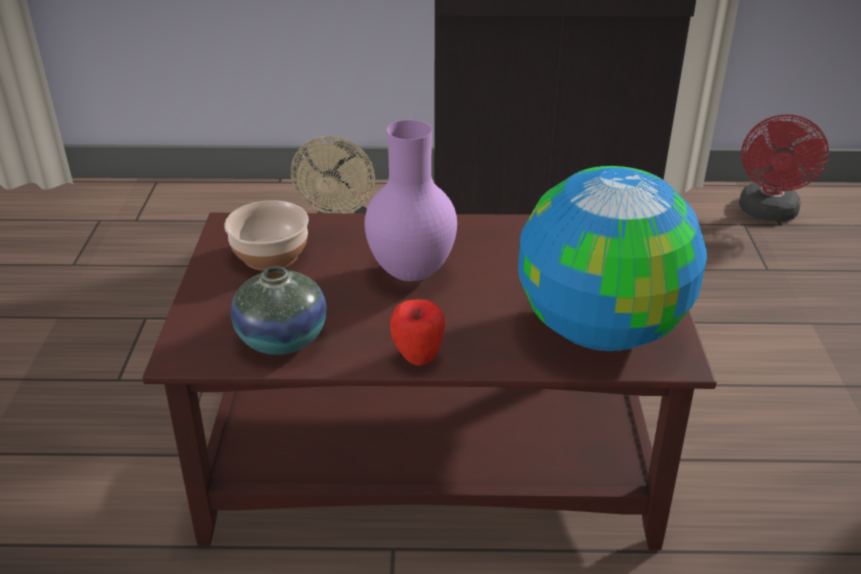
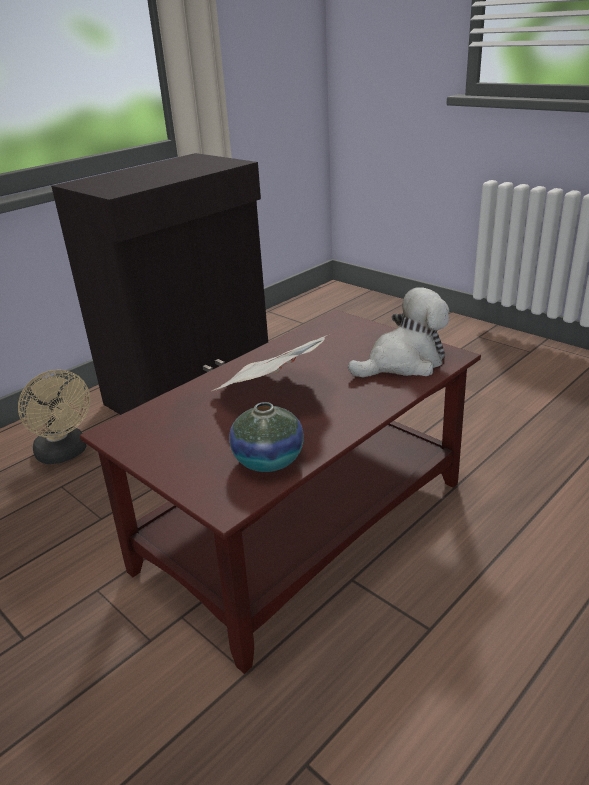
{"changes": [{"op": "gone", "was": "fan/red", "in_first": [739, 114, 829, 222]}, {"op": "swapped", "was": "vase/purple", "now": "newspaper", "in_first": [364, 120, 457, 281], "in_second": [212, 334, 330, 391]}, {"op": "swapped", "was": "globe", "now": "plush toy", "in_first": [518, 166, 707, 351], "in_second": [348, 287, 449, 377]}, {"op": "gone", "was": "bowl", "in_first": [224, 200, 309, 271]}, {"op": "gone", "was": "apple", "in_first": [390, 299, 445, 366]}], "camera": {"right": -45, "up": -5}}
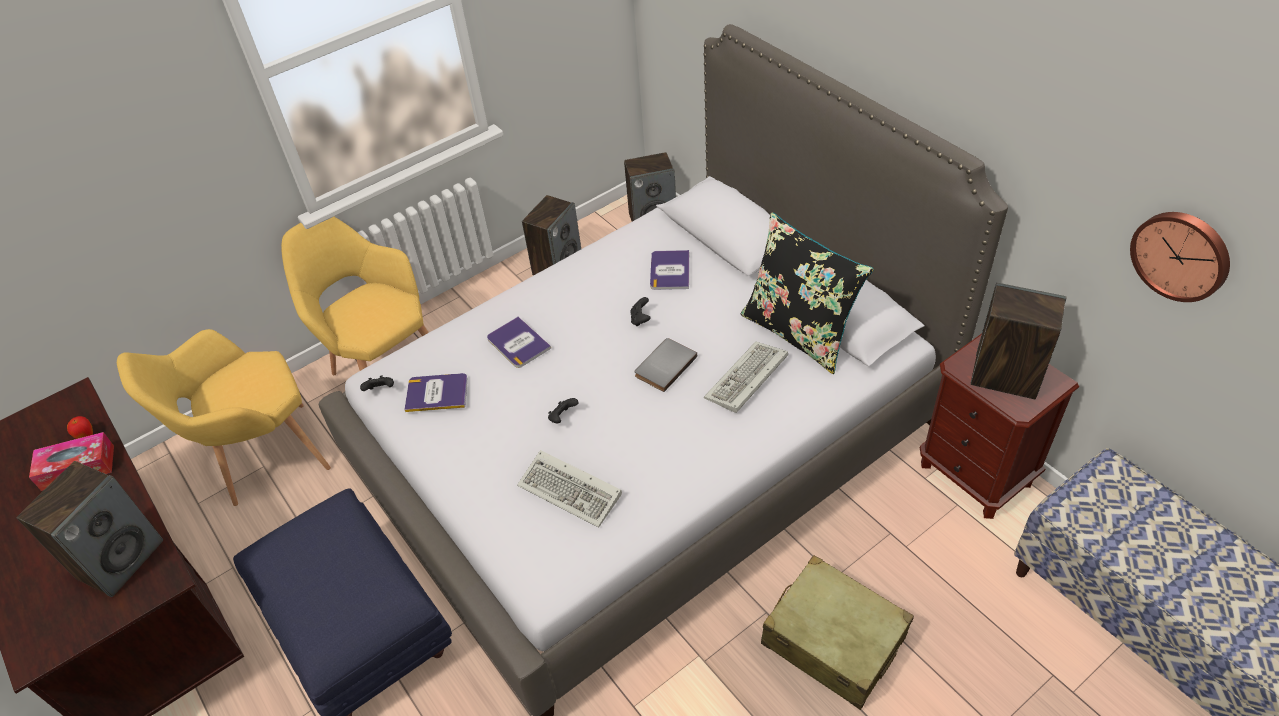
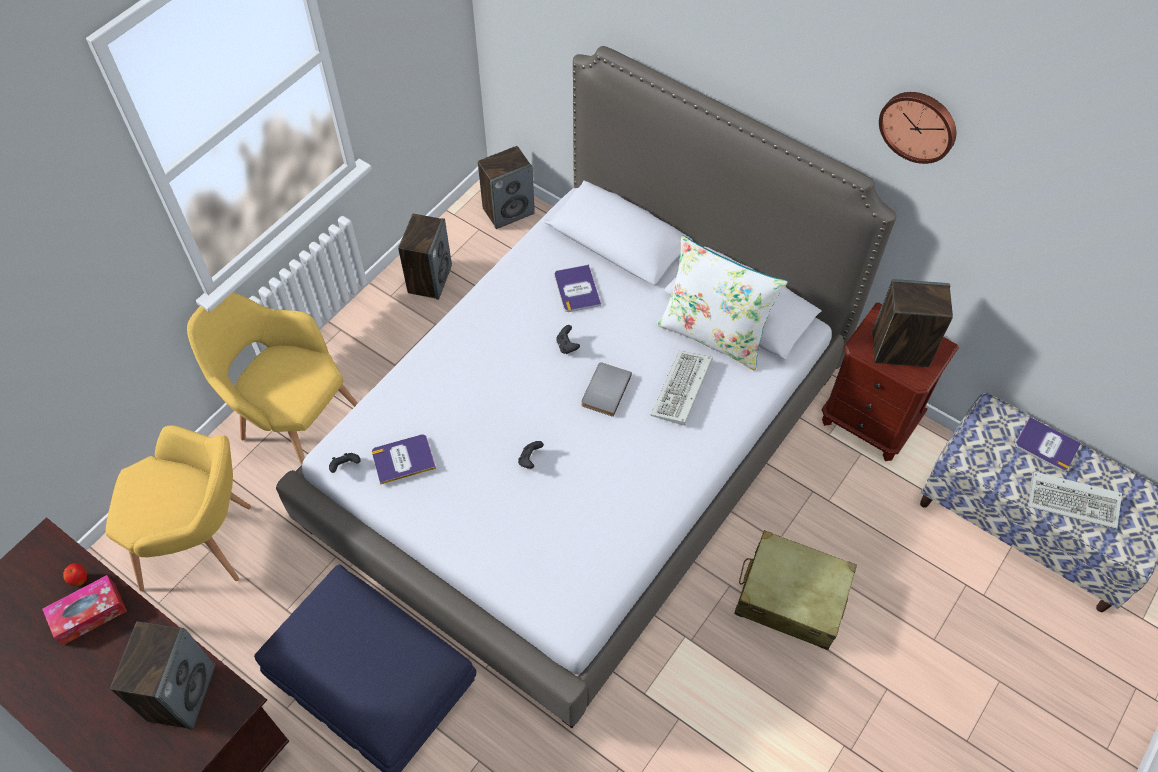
{"changes": [{"op": "repainted", "was": "pillow/black", "now": "pillow/white", "in_first": [741, 212, 874, 374], "in_second": [656, 236, 788, 371]}, {"op": "shifted", "was": "wall clock", "in_first": [1130, 212, 1230, 302], "in_second": [879, 92, 956, 164]}, {"op": "shifted", "was": "book", "in_first": [487, 317, 551, 368], "in_second": [1015, 417, 1081, 472]}, {"op": "rotated", "was": "armchair/yellow", "in_first": [117, 329, 331, 506], "in_second": [106, 425, 251, 591], "clockwise": -135}, {"op": "shifted", "was": "keyboard", "in_first": [517, 450, 622, 528], "in_second": [1028, 472, 1122, 529]}], "camera": {"right": -20, "up": 10}}
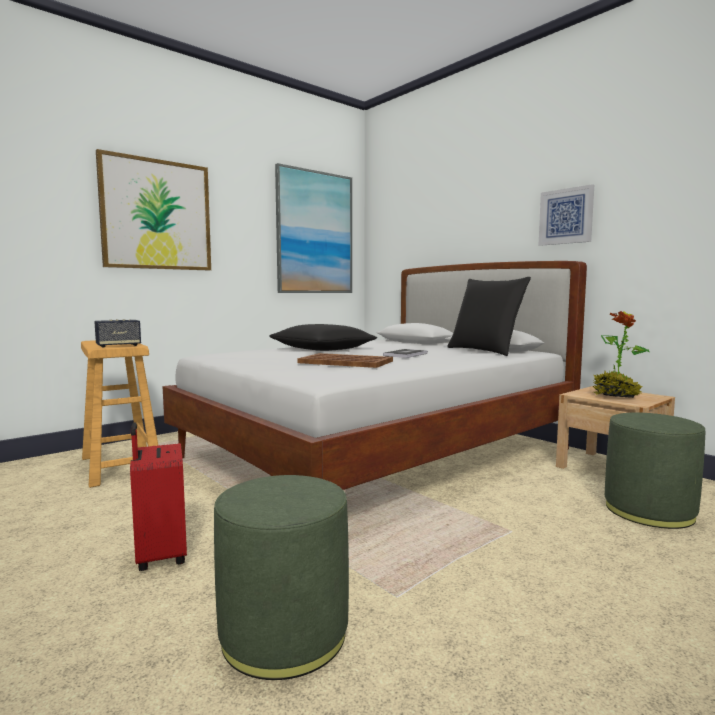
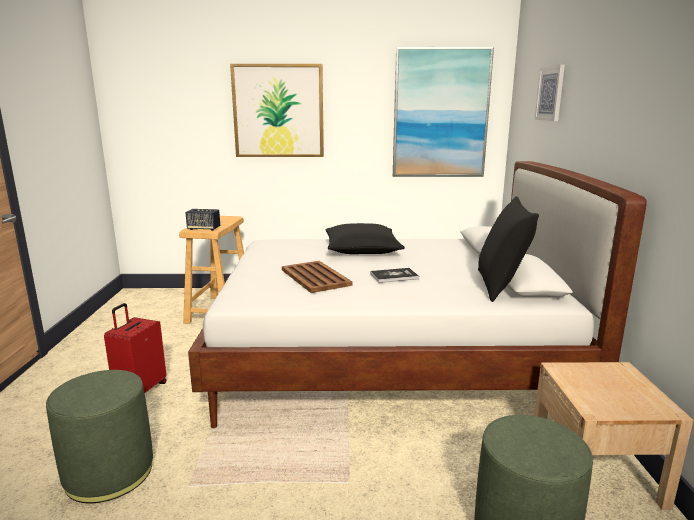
{"changes": [{"op": "shifted", "was": "picture", "in_first": [539, 184, 594, 246], "in_second": [535, 64, 565, 121]}, {"op": "gone", "was": "potted plant", "in_first": [593, 311, 650, 398]}], "camera": {"right": 40, "up": 10}}
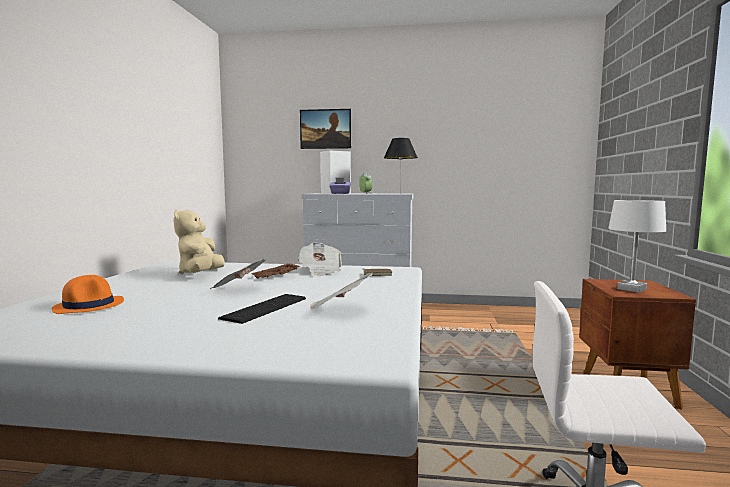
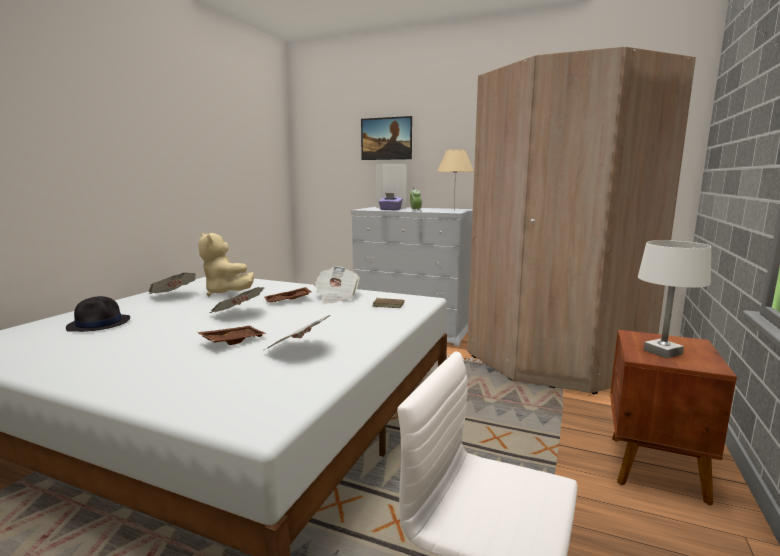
{"changes": [{"op": "repainted", "was": "table lamp/black", "now": "table lamp/beige", "in_first": [384, 138, 418, 193], "in_second": [437, 150, 474, 209]}, {"op": "rotated", "was": "plush toy/beige", "in_first": [173, 210, 225, 274], "in_second": [198, 233, 254, 296], "clockwise": -60}, {"op": "repainted", "was": "hat/orange", "now": "hat/black", "in_first": [52, 275, 124, 314], "in_second": [66, 296, 130, 332]}, {"op": "swapped", "was": "keyboard", "now": "tray/brown", "in_first": [218, 294, 306, 324], "in_second": [197, 326, 267, 345]}, {"op": "new", "now": "wardrobe/beige", "in_second": [467, 46, 696, 394]}, {"op": "new", "now": "newspaper", "in_second": [148, 272, 196, 294]}], "camera": {"right": 15, "up": 5}}
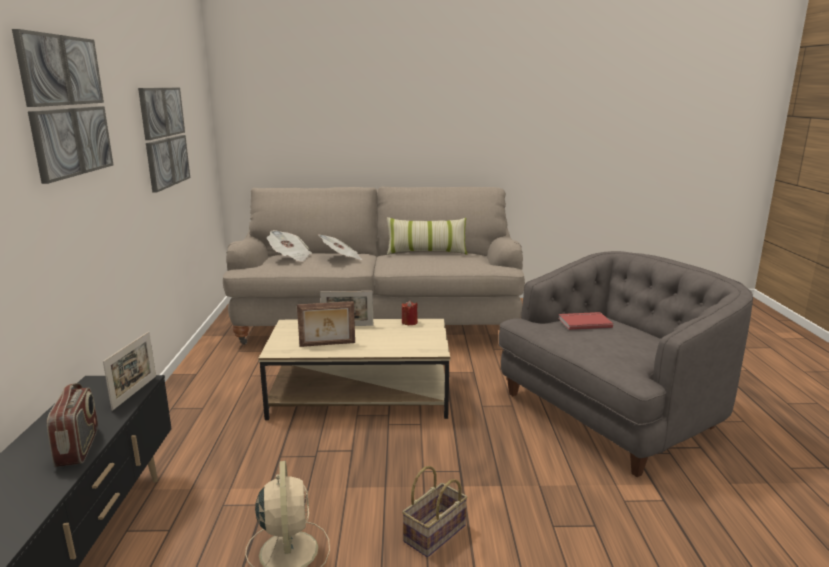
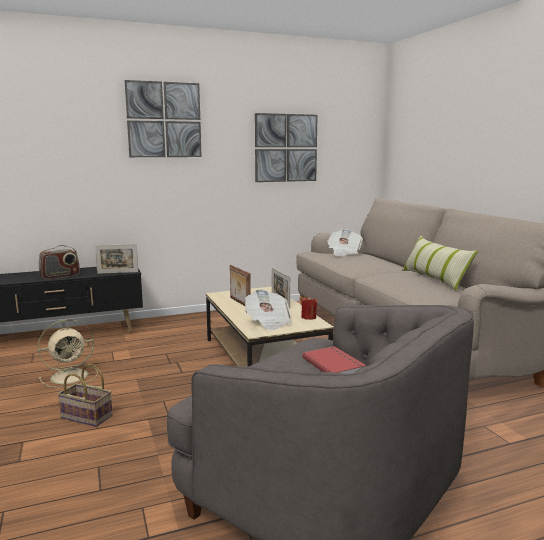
{"changes": [{"op": "shifted", "was": "newspaper", "in_first": [318, 235, 362, 260], "in_second": [245, 289, 292, 331]}], "camera": {"right": 70, "up": -5}}
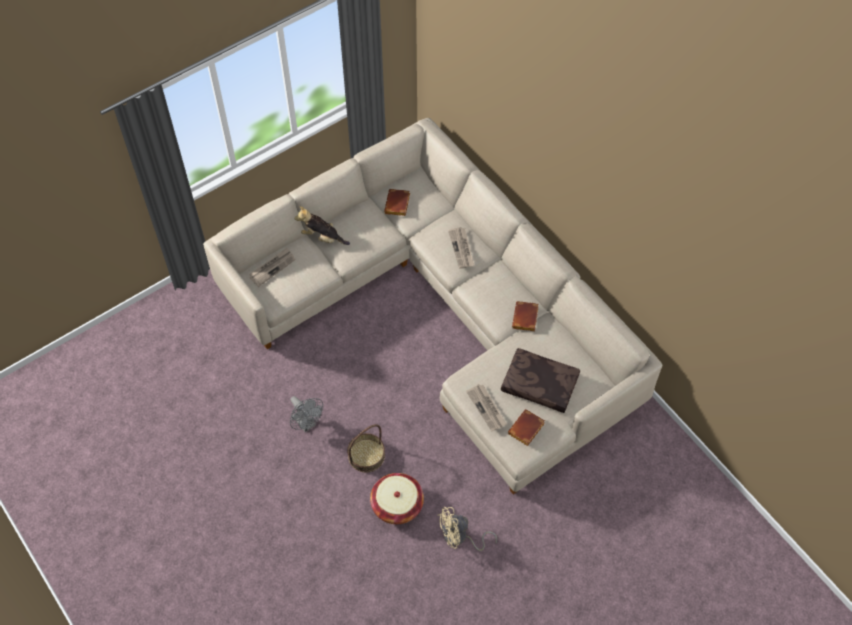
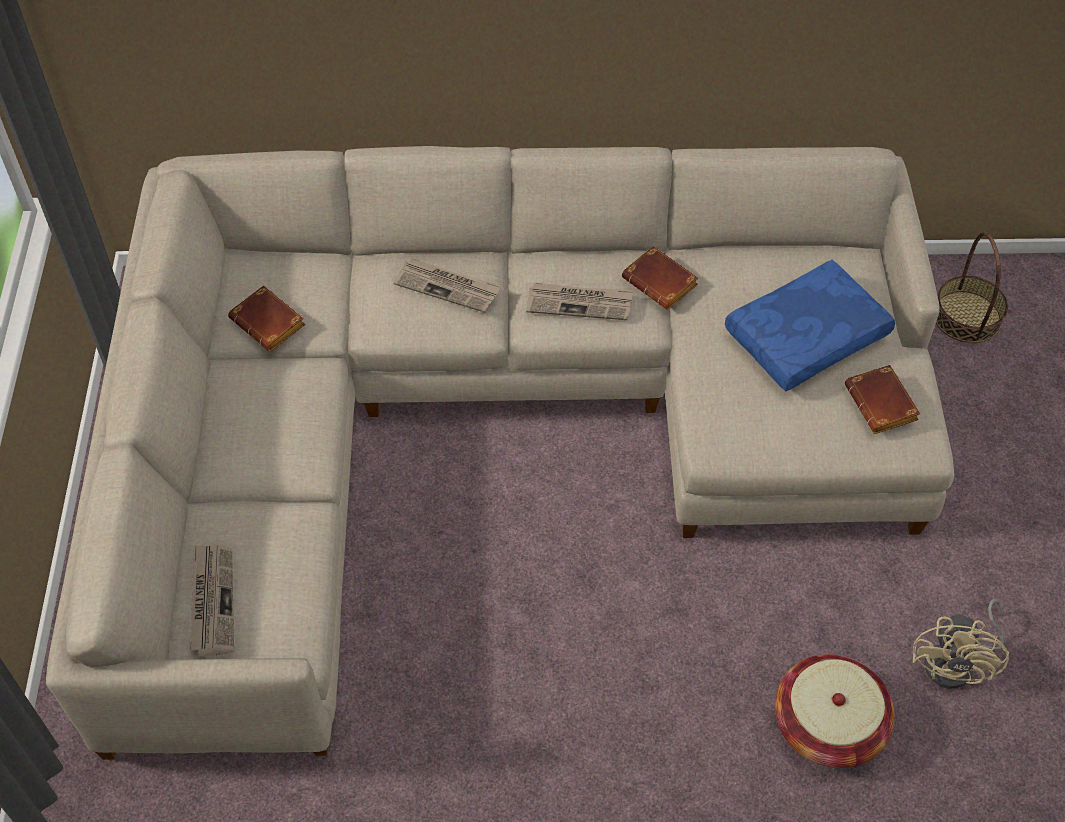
{"changes": [{"op": "gone", "was": "plush toy", "in_first": [295, 206, 350, 245]}, {"op": "repainted", "was": "pillow/brown", "now": "pillow/blue", "in_first": [501, 348, 580, 413], "in_second": [725, 260, 895, 391]}, {"op": "shifted", "was": "newspaper", "in_first": [466, 384, 507, 431], "in_second": [526, 282, 634, 320]}, {"op": "gone", "was": "fan/grey", "in_first": [290, 396, 323, 432]}, {"op": "shifted", "was": "basket", "in_first": [347, 424, 385, 473], "in_second": [936, 232, 1008, 343]}], "camera": {"right": -55, "up": -5}}
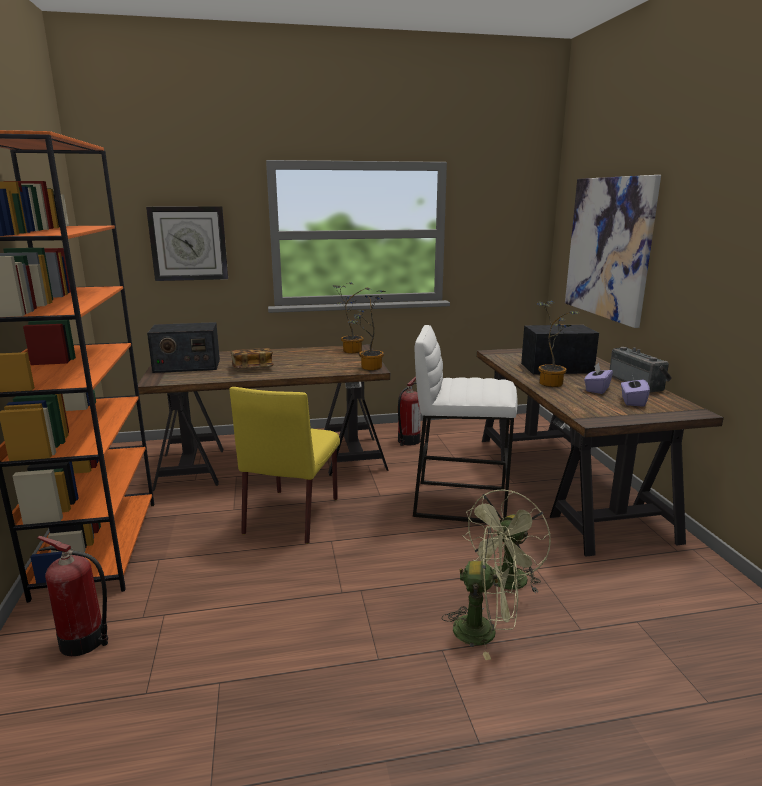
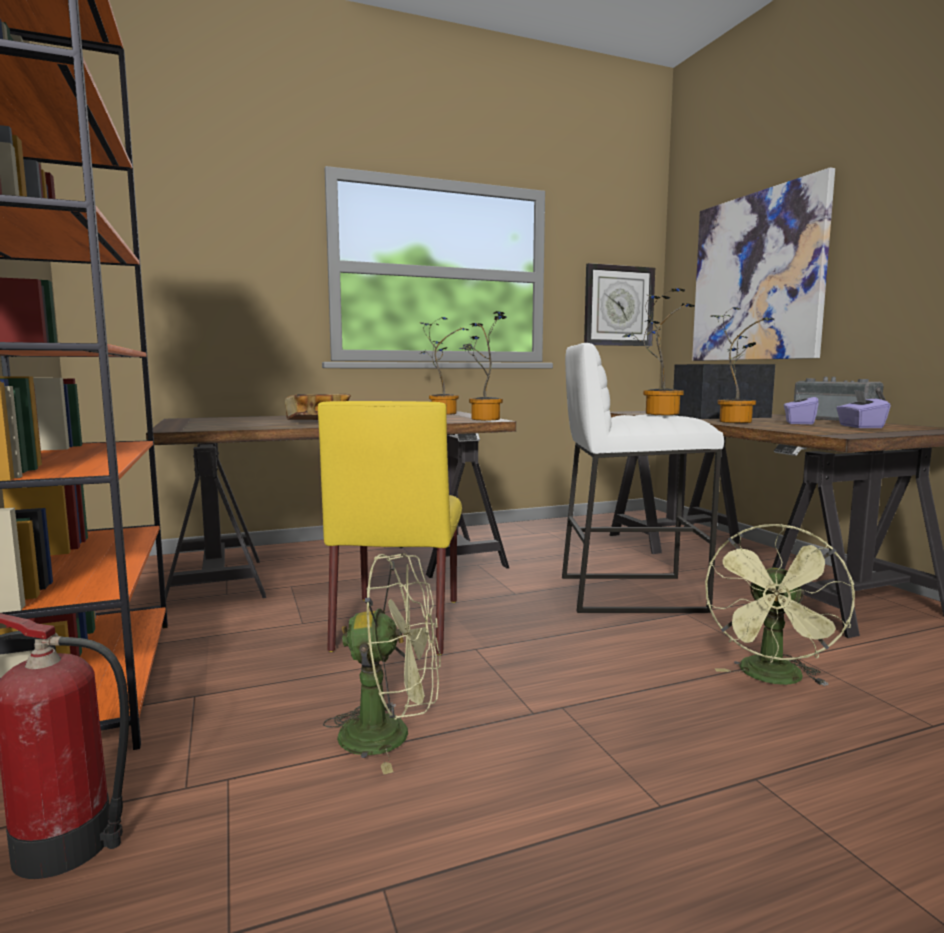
{"changes": [{"op": "shifted", "was": "wall clock", "in_first": [146, 206, 228, 281], "in_second": [584, 263, 655, 346]}, {"op": "gone", "was": "radio", "in_first": [147, 322, 220, 373]}, {"op": "gone", "was": "fire extinguisher", "in_first": [398, 376, 421, 446]}, {"op": "shifted", "was": "fan/green", "in_first": [442, 526, 518, 660], "in_second": [323, 554, 441, 774]}, {"op": "new", "now": "potted plant", "in_second": [623, 288, 694, 415]}], "camera": {"right": -10, "up": -10}}
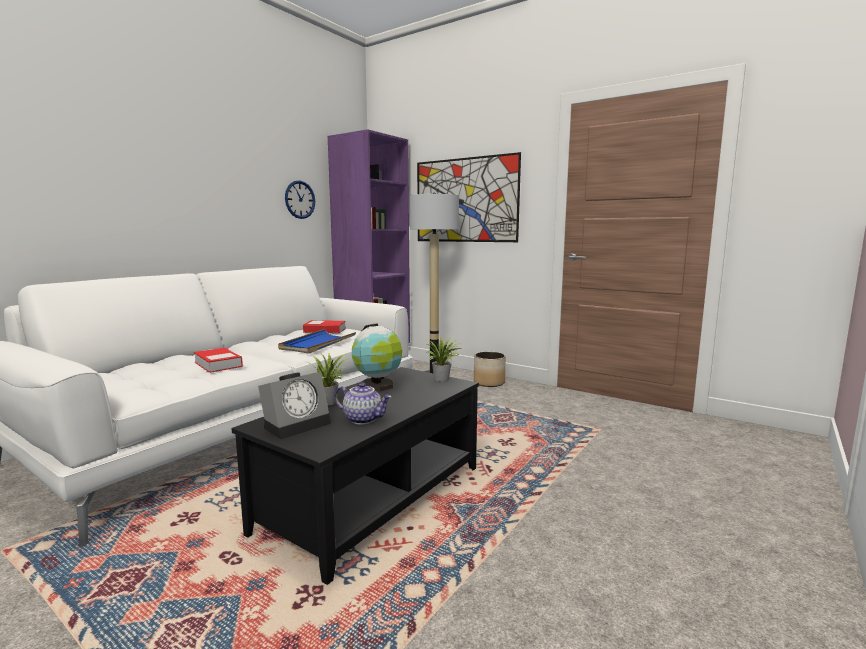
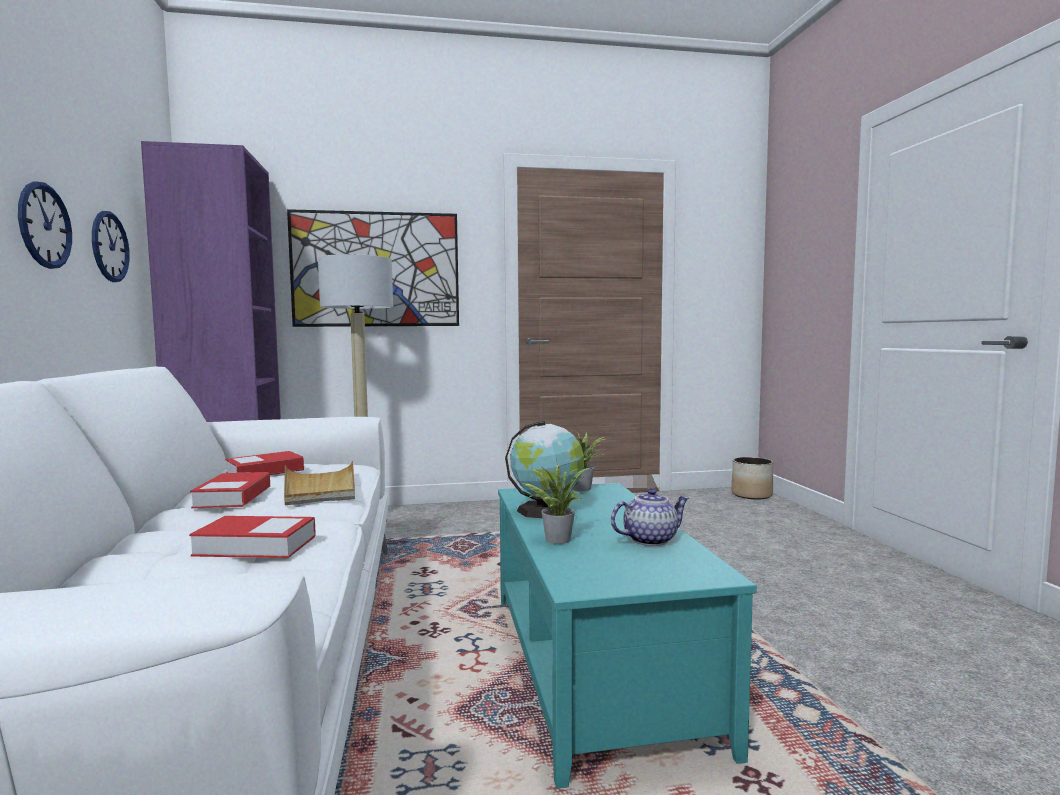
{"changes": [{"op": "repainted", "was": "tray/blue", "now": "tray/beige", "in_first": [278, 329, 356, 354], "in_second": [284, 461, 355, 505]}, {"op": "shifted", "was": "planter", "in_first": [474, 352, 506, 387], "in_second": [731, 457, 773, 499]}, {"op": "repainted", "was": "coffee table/black", "now": "coffee table/turquoise", "in_first": [232, 367, 479, 585], "in_second": [498, 483, 757, 789]}, {"op": "gone", "was": "alarm clock", "in_first": [258, 372, 331, 439]}, {"op": "new", "now": "wall clock", "in_second": [18, 181, 72, 269]}, {"op": "new", "now": "book", "in_second": [190, 472, 270, 509]}], "camera": {"right": -45, "up": -5}}
